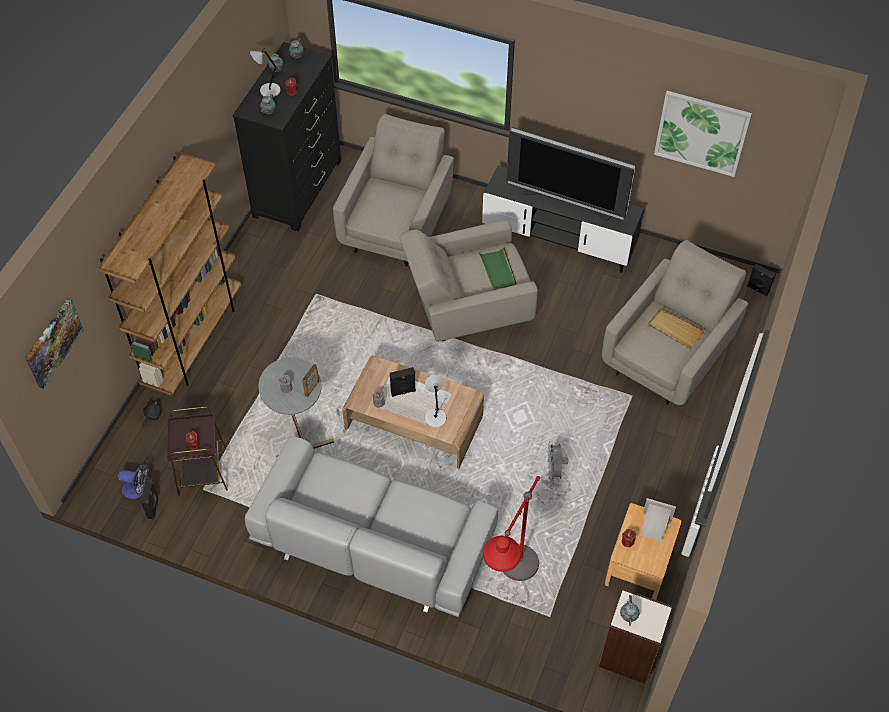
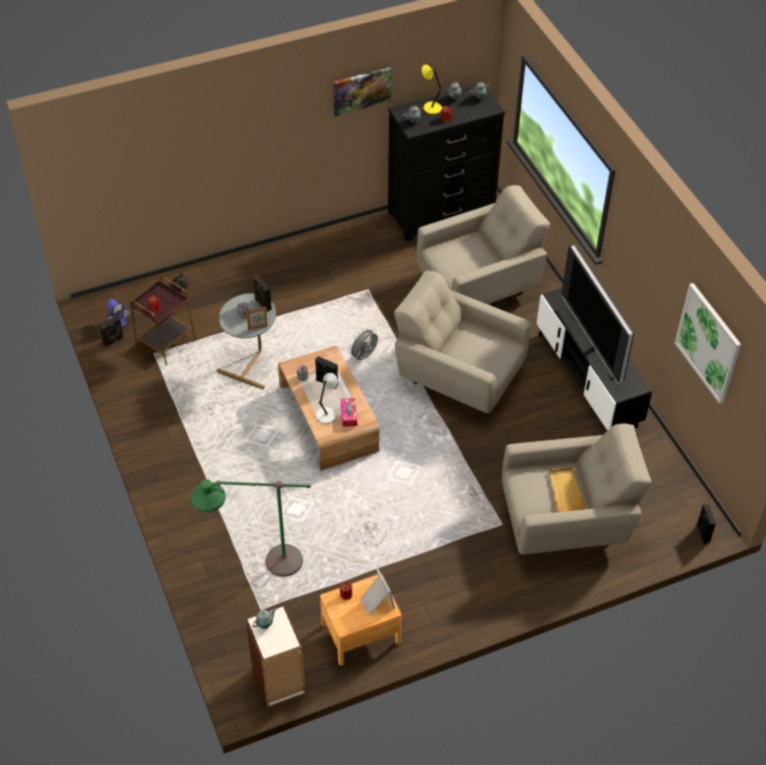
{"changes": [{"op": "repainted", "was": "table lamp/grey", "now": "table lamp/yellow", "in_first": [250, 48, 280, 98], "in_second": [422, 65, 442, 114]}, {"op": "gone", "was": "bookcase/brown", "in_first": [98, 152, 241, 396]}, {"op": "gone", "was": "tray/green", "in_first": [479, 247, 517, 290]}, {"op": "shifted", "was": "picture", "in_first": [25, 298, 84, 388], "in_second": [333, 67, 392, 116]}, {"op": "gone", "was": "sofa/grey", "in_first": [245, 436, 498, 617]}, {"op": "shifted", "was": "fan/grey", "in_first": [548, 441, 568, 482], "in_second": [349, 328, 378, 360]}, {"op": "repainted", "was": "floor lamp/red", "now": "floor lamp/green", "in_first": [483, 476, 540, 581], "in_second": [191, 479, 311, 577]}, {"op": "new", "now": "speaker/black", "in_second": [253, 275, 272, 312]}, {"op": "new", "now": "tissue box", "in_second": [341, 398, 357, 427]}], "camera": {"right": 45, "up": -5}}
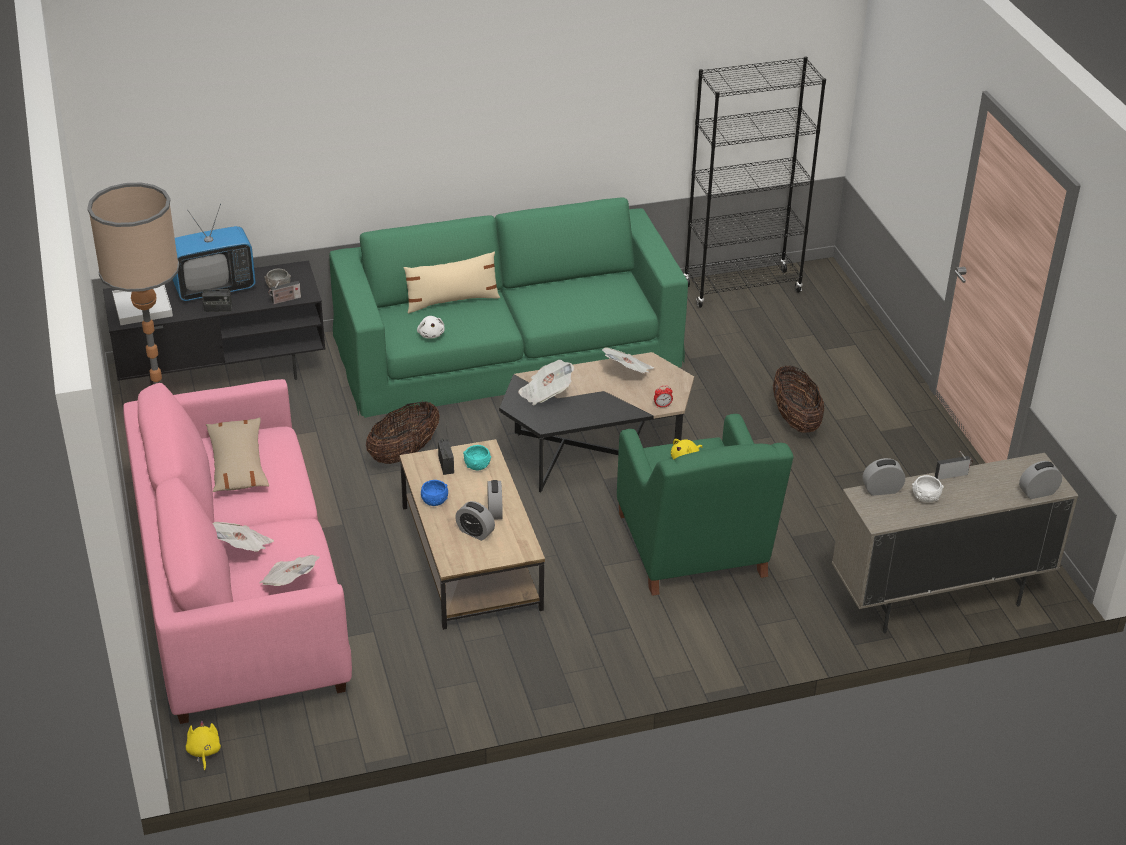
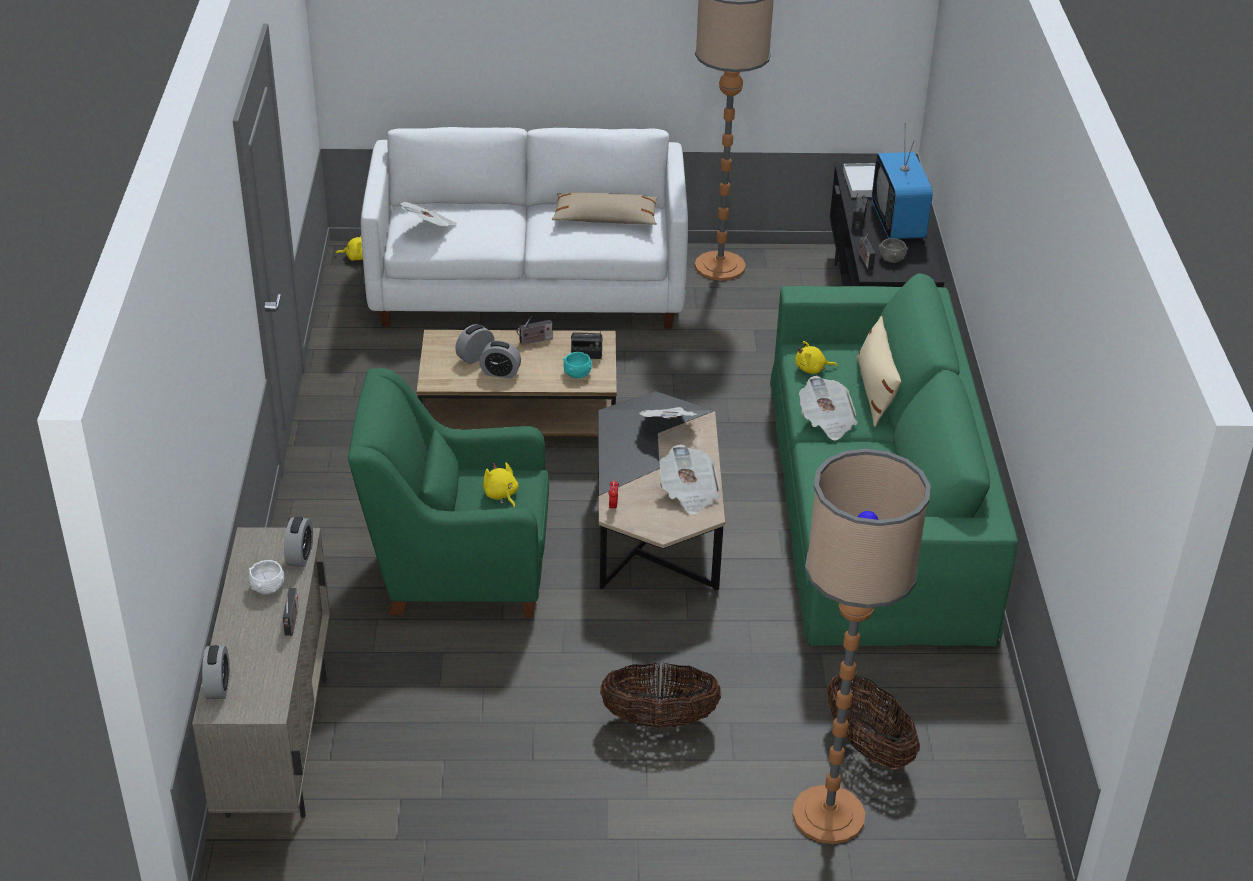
{"changes": [{"op": "gone", "was": "bookcase/black", "in_first": [684, 56, 826, 308]}, {"op": "repainted", "was": "plush toy/white", "now": "plush toy/yellow", "in_first": [417, 316, 445, 339], "in_second": [795, 341, 838, 374]}, {"op": "repainted", "was": "sofa/pink", "now": "sofa/white", "in_first": [123, 379, 352, 724], "in_second": [361, 127, 688, 329]}, {"op": "shifted", "was": "basket", "in_first": [366, 401, 440, 464], "in_second": [827, 674, 920, 770]}, {"op": "swapped", "was": "bowl/blue", "now": "radio", "in_first": [421, 480, 448, 506], "in_second": [516, 316, 552, 345]}, {"op": "shifted", "was": "newspaper", "in_first": [212, 522, 274, 552], "in_second": [799, 376, 858, 440]}, {"op": "new", "now": "floor lamp", "in_second": [792, 449, 931, 844]}], "camera": {"right": 105, "up": 0}}
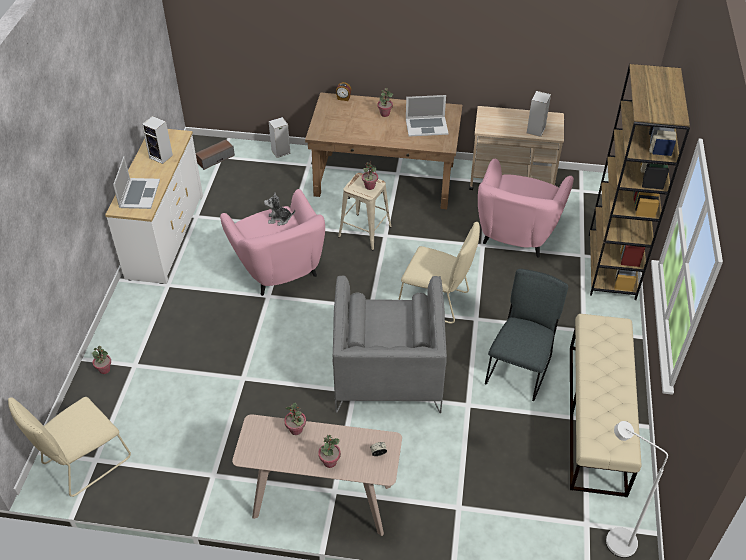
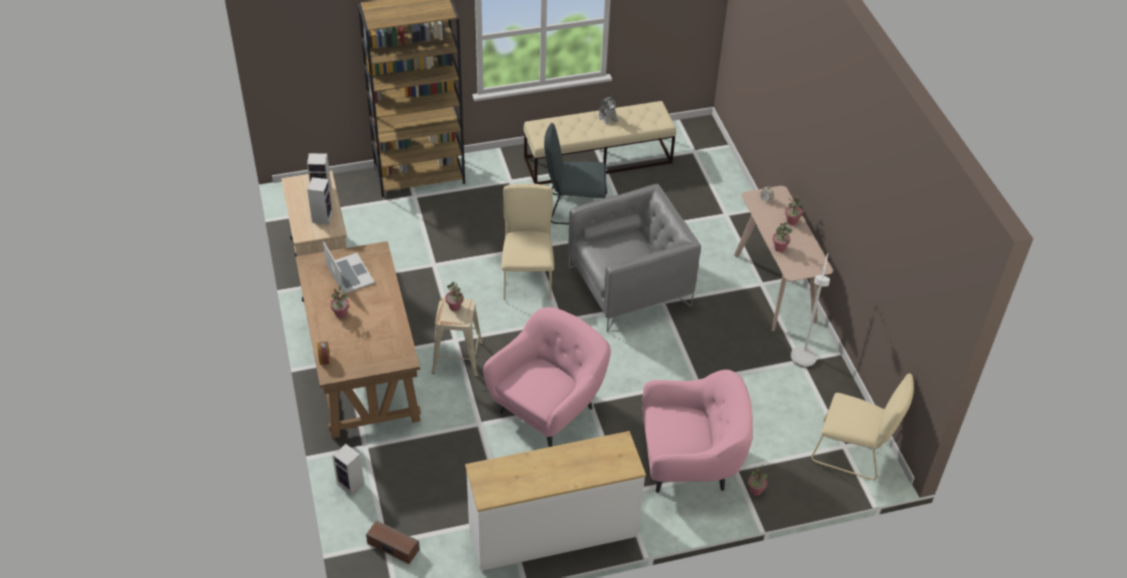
{"changes": [{"op": "shifted", "was": "speaker", "in_first": [142, 116, 173, 164], "in_second": [307, 177, 333, 225]}, {"op": "gone", "was": "laptop", "in_first": [113, 157, 160, 209]}, {"op": "shifted", "was": "armchair/pink", "in_first": [478, 158, 574, 258], "in_second": [642, 370, 753, 493]}, {"op": "shifted", "was": "plush toy", "in_first": [264, 193, 295, 226], "in_second": [598, 95, 618, 125]}, {"op": "shifted", "was": "floor lamp/white", "in_first": [606, 421, 668, 558], "in_second": [791, 253, 830, 368]}], "camera": {"right": -115, "up": 0}}
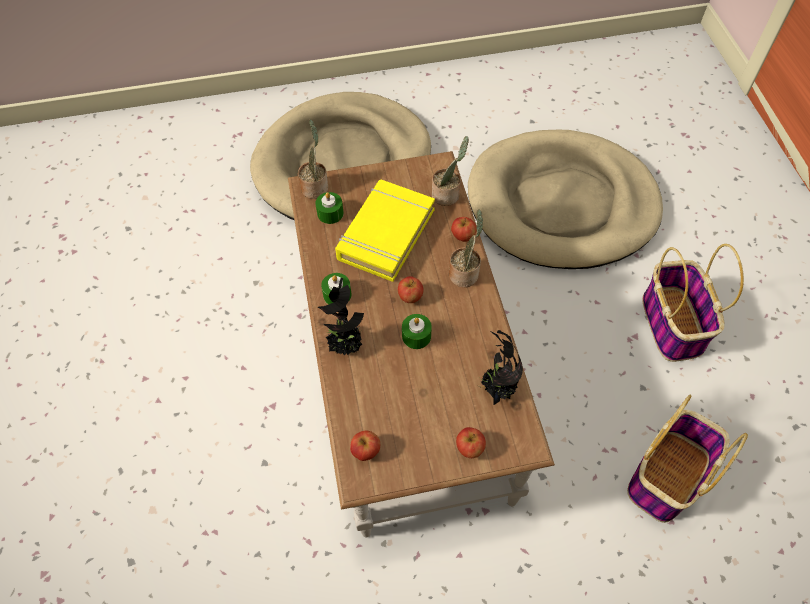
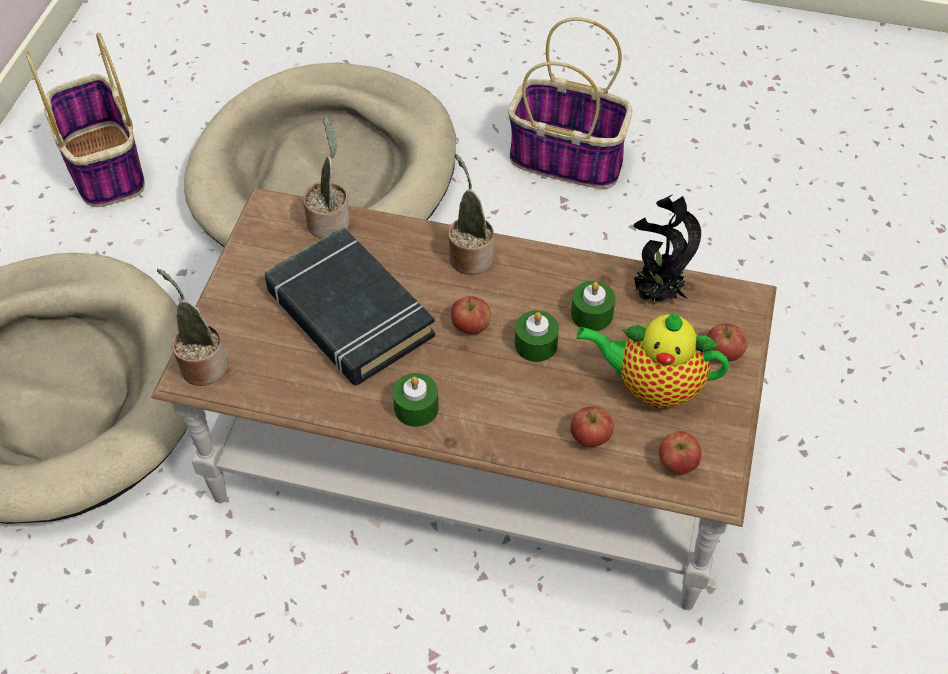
{"changes": [{"op": "repainted", "was": "book/yellow", "now": "book/black", "in_first": [335, 180, 435, 282], "in_second": [265, 227, 435, 386]}, {"op": "shifted", "was": "candle/green", "in_first": [315, 192, 344, 224], "in_second": [571, 281, 616, 331]}, {"op": "shifted", "was": "apple", "in_first": [451, 217, 477, 242], "in_second": [570, 406, 614, 447]}, {"op": "gone", "was": "potted plant", "in_first": [318, 278, 364, 356]}, {"op": "shifted", "was": "basket", "in_first": [627, 395, 748, 523], "in_second": [25, 33, 145, 207]}, {"op": "new", "now": "teapot", "in_second": [576, 312, 729, 408]}], "camera": {"right": -65, "up": -5}}
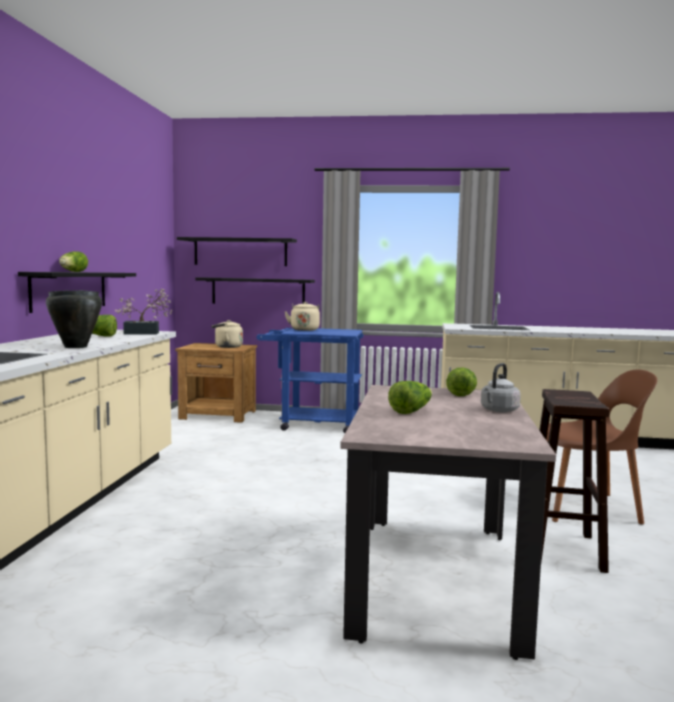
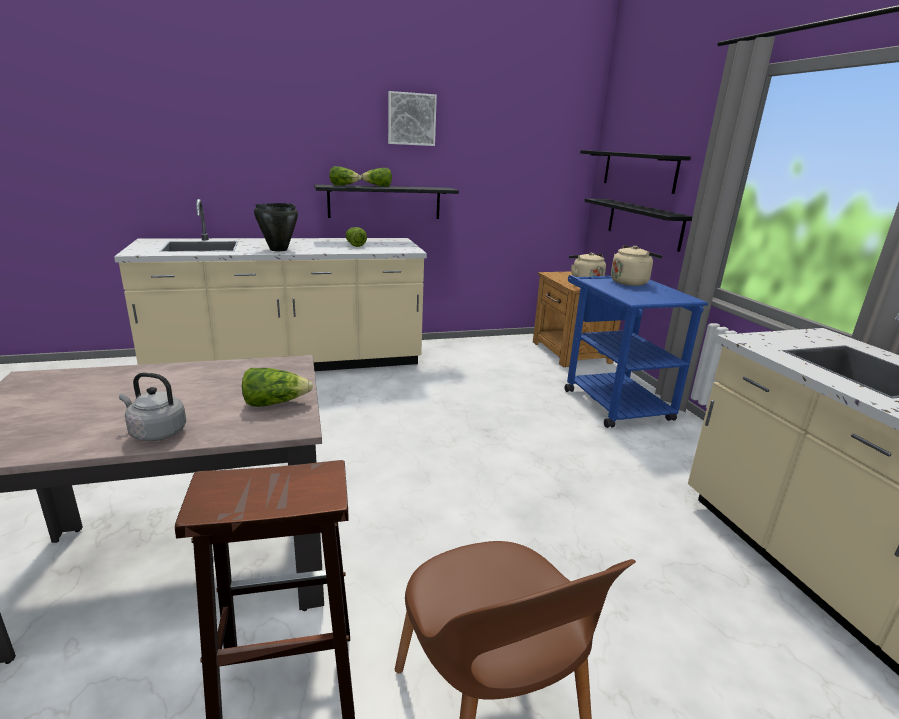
{"changes": [{"op": "gone", "was": "potted plant", "in_first": [115, 288, 172, 335]}, {"op": "shifted", "was": "lettuce", "in_first": [388, 381, 432, 414], "in_second": [329, 166, 361, 185]}, {"op": "new", "now": "picture", "in_second": [388, 91, 437, 146]}], "camera": {"right": 65, "up": 15}}
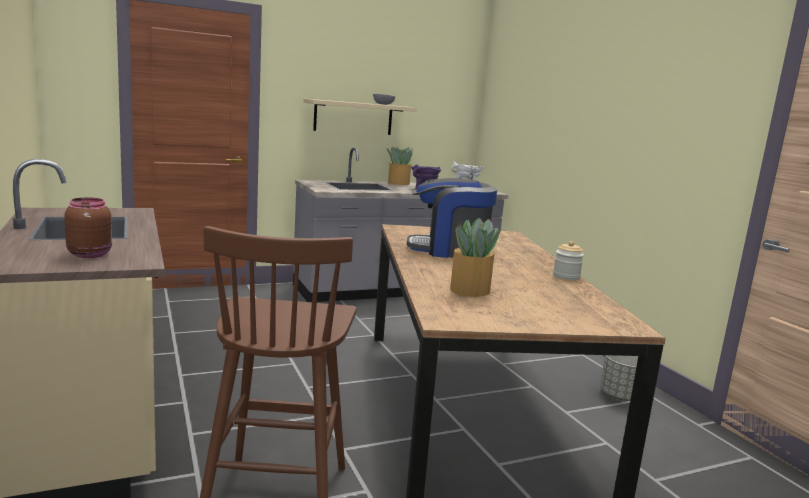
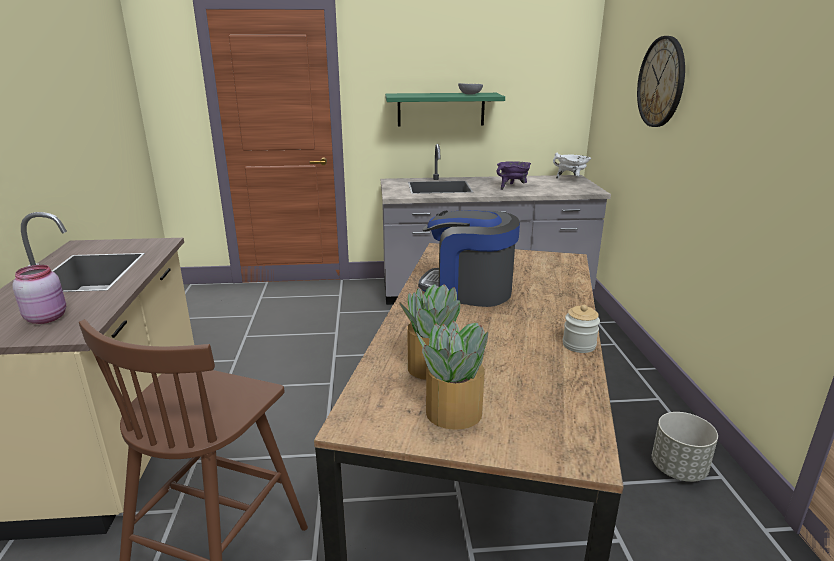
{"changes": [{"op": "repainted", "was": "shelf/beige", "now": "shelf/green", "in_first": [303, 99, 417, 135], "in_second": [385, 93, 505, 127]}, {"op": "shifted", "was": "potted plant", "in_first": [387, 147, 413, 185], "in_second": [416, 321, 488, 430]}, {"op": "repainted", "was": "jar/brown", "now": "jar/pink", "in_first": [64, 198, 112, 258], "in_second": [12, 265, 66, 324]}, {"op": "new", "now": "wall clock", "in_second": [637, 36, 685, 127]}], "camera": {"right": 20, "up": 10}}
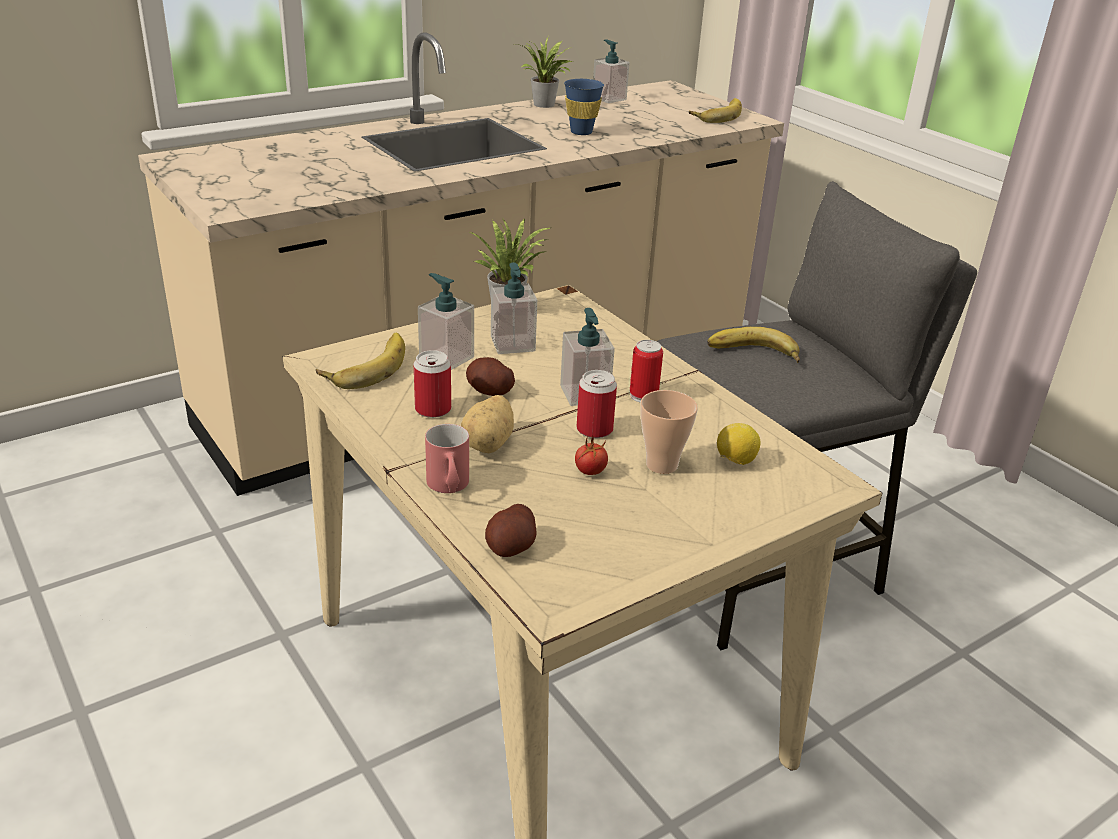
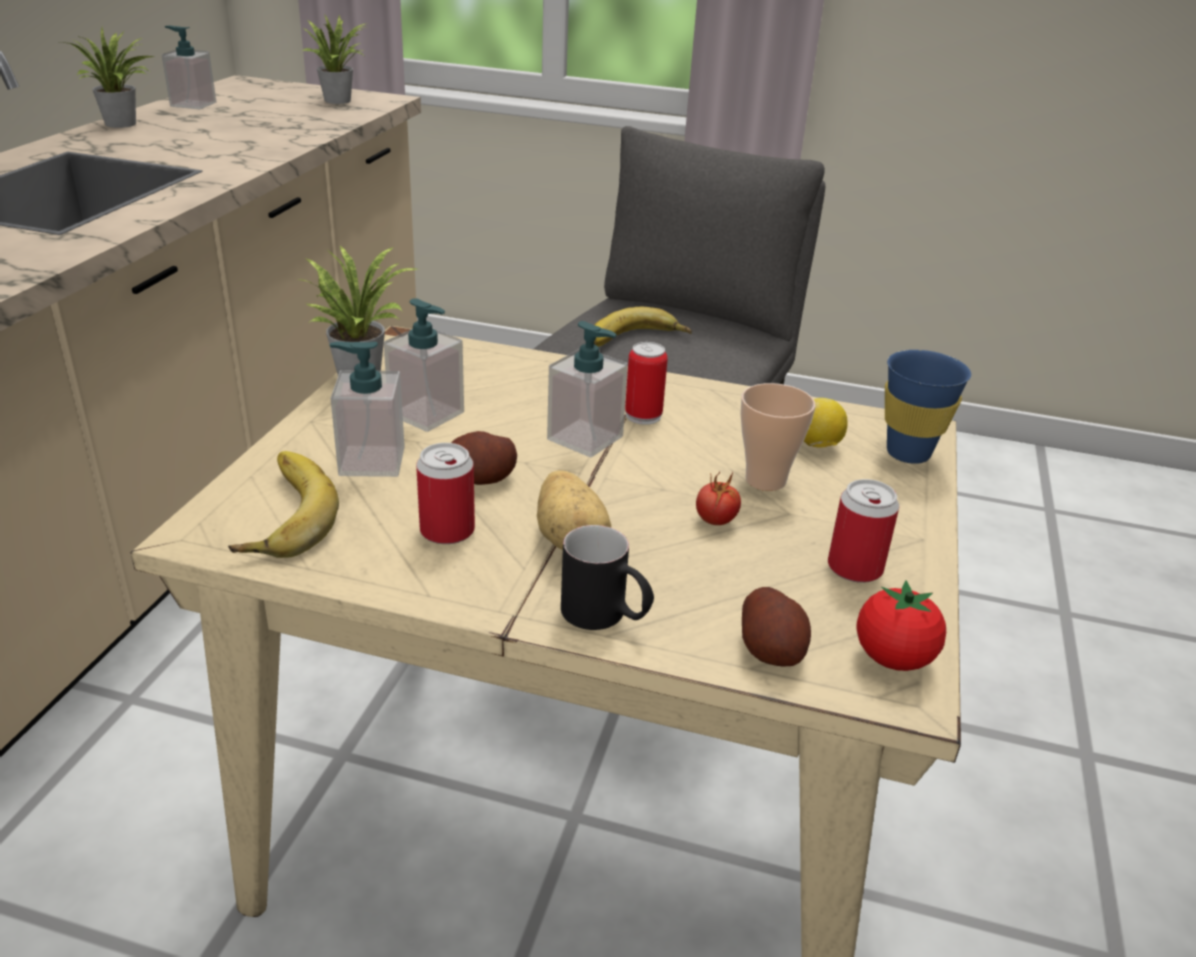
{"changes": [{"op": "shifted", "was": "cup/blue", "in_first": [564, 79, 604, 135], "in_second": [885, 350, 971, 464]}, {"op": "swapped", "was": "banana", "now": "potted plant", "in_first": [689, 98, 742, 123], "in_second": [302, 14, 367, 104]}, {"op": "shifted", "was": "can", "in_first": [576, 370, 617, 438], "in_second": [828, 479, 899, 583]}, {"op": "repainted", "was": "mug/red", "now": "mug/black", "in_first": [425, 424, 469, 493], "in_second": [561, 525, 654, 630]}, {"op": "new", "now": "tomato", "in_second": [856, 580, 946, 671]}], "camera": {"right": -40, "up": 0}}
